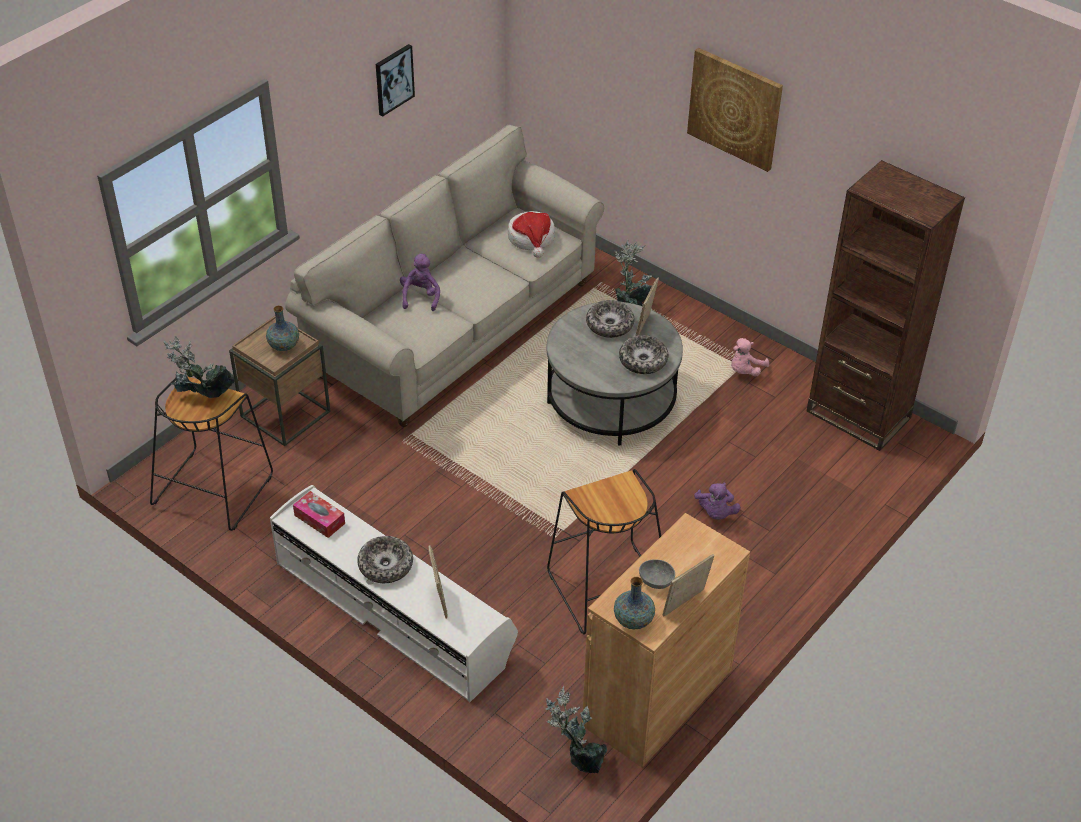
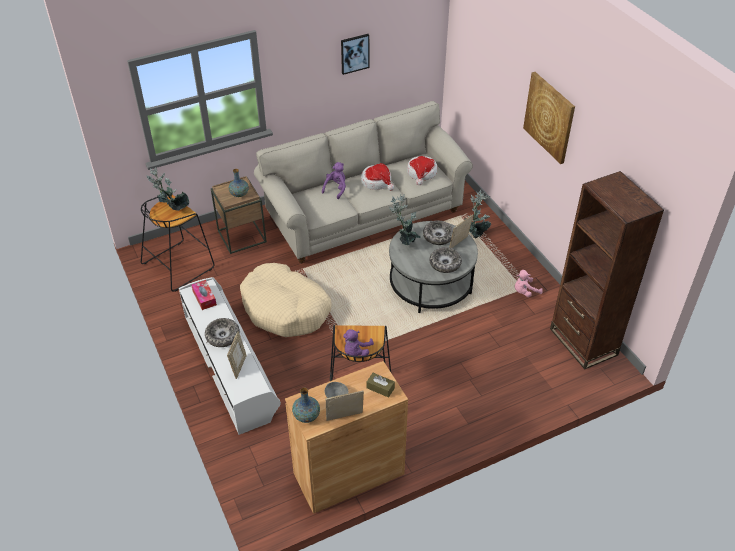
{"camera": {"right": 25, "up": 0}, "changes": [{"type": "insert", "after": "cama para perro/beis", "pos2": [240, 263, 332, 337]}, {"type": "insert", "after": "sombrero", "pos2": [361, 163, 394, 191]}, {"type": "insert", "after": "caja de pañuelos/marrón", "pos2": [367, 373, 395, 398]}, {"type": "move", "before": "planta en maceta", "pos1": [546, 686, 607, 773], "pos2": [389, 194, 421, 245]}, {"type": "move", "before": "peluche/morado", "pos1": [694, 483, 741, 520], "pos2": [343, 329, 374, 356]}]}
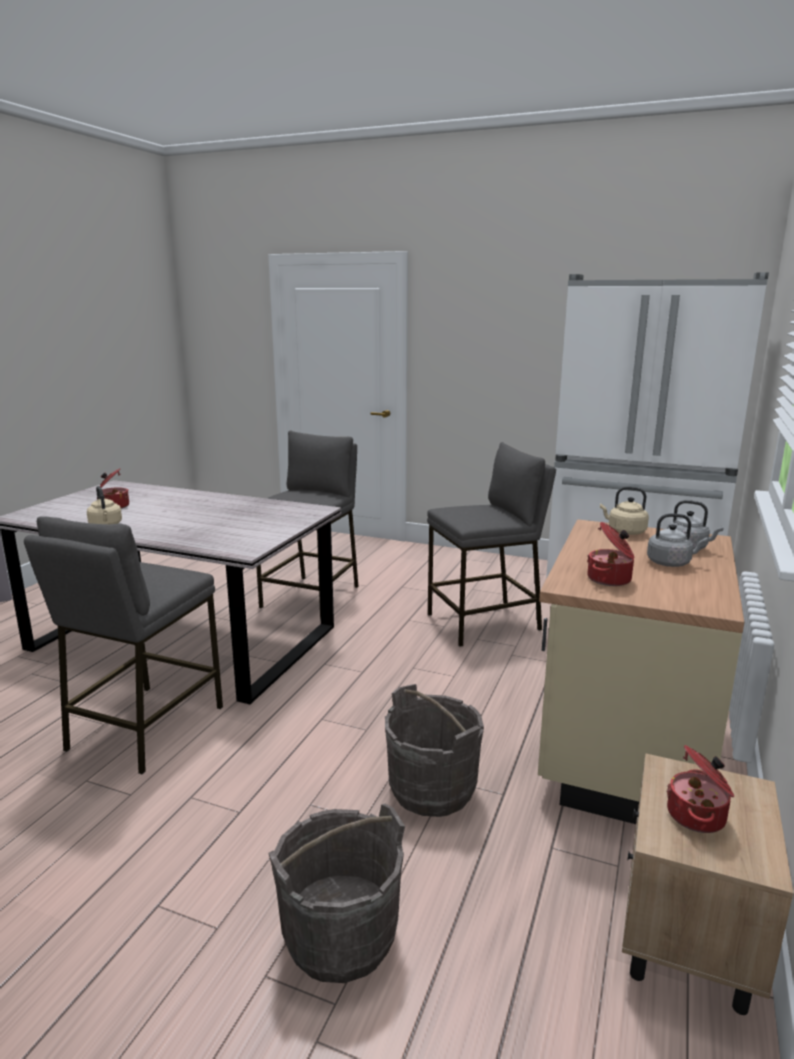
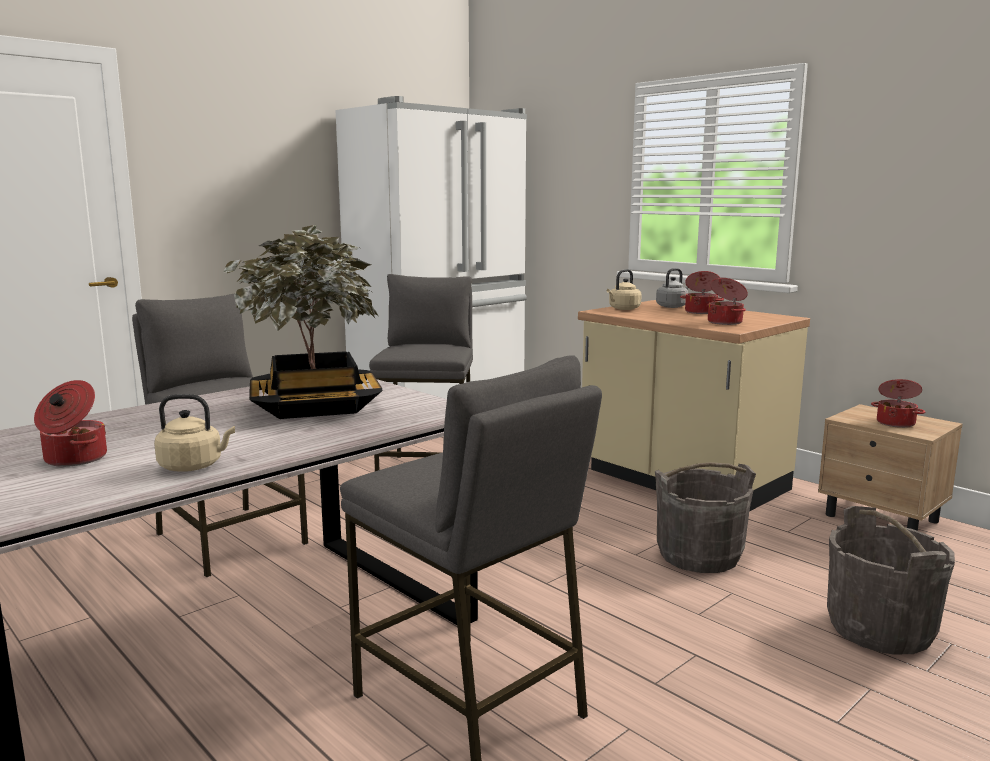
{"camera": {"right": -65, "up": -5}, "changes": [{"type": "insert", "after": "planta en maceta", "pos2": [223, 225, 382, 419]}, {"type": "replace", "before": "hervidor/gris", "after": "olla", "pos1": [647, 513, 708, 567], "pos2": [680, 271, 724, 314]}]}
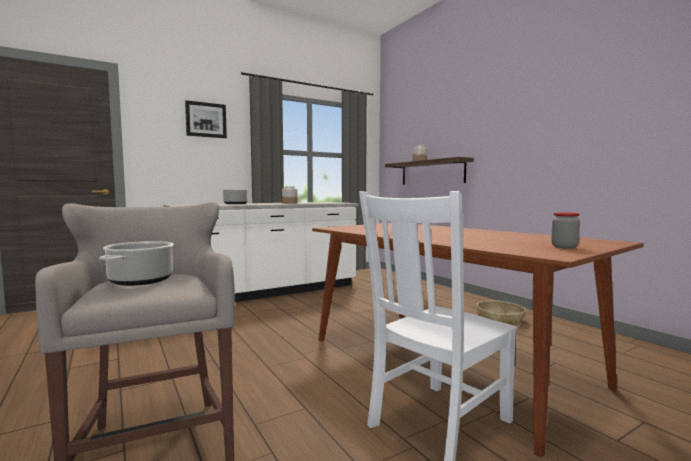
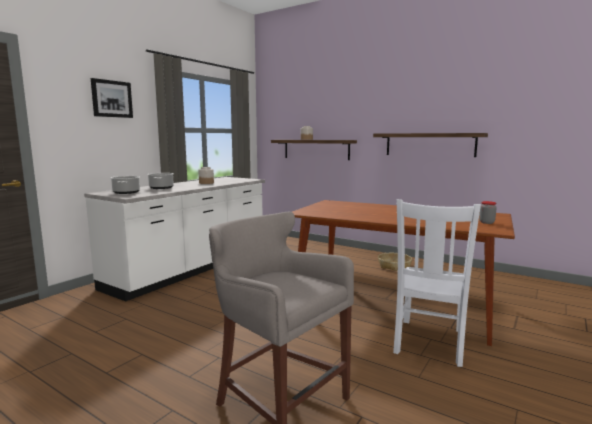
{"camera": {"right": -25, "up": 5}, "changes": [{"type": "insert", "after": "estante", "pos2": [373, 133, 488, 157]}, {"type": "move", "before": "olla", "pos1": [99, 241, 174, 286], "pos2": [111, 176, 140, 194]}]}
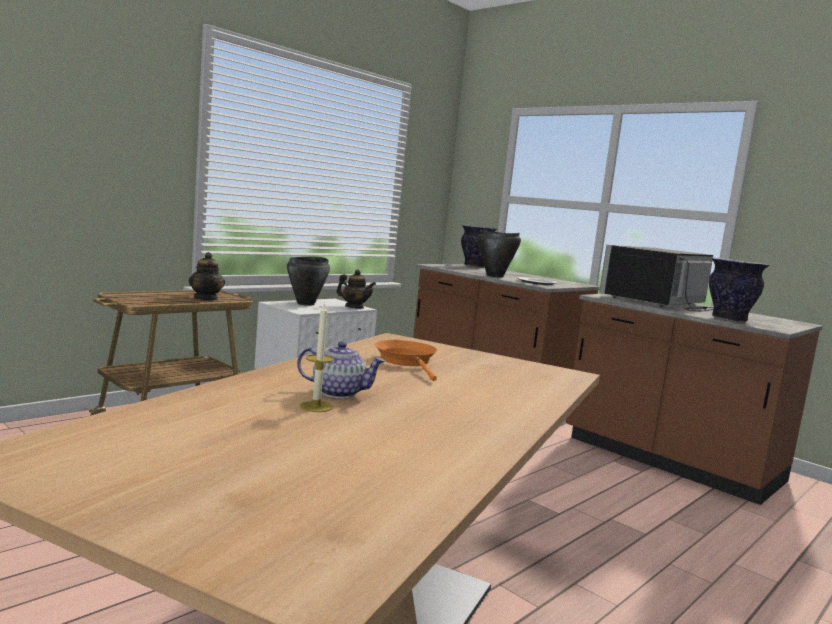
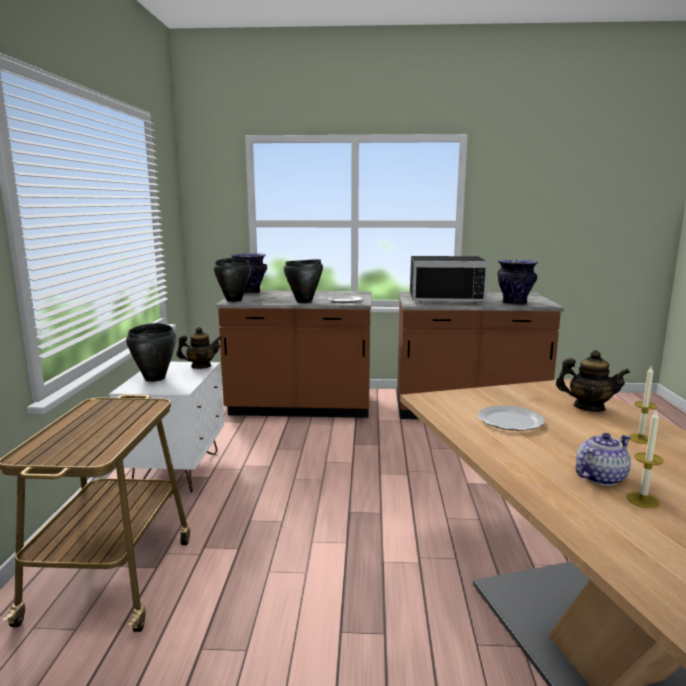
{"camera": {"right": -40, "up": 5}, "changes": [{"type": "insert", "after": "olla/negro", "pos2": [214, 258, 251, 302]}, {"type": "insert", "after": "vela", "pos2": [628, 365, 657, 444]}, {"type": "move", "before": "tetera", "pos1": [188, 252, 225, 301], "pos2": [556, 350, 630, 412]}, {"type": "replace", "before": "sartén/naranja", "after": "plato", "pos1": [375, 340, 437, 381], "pos2": [478, 405, 545, 431]}, {"type": "rotate", "before": "microondas/negro", "pos1": [599, 245, 714, 312], "pos2": [410, 256, 489, 303], "turn": -90}]}
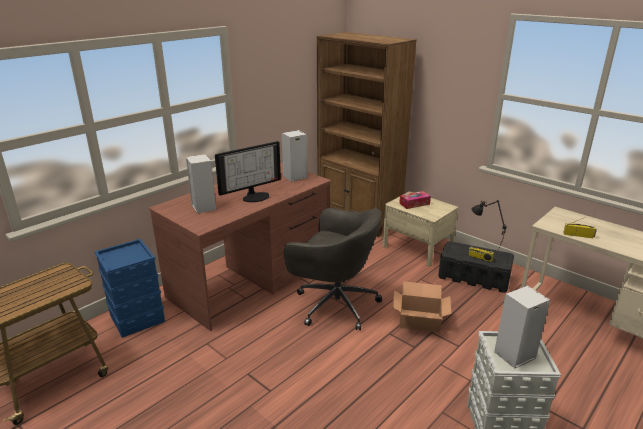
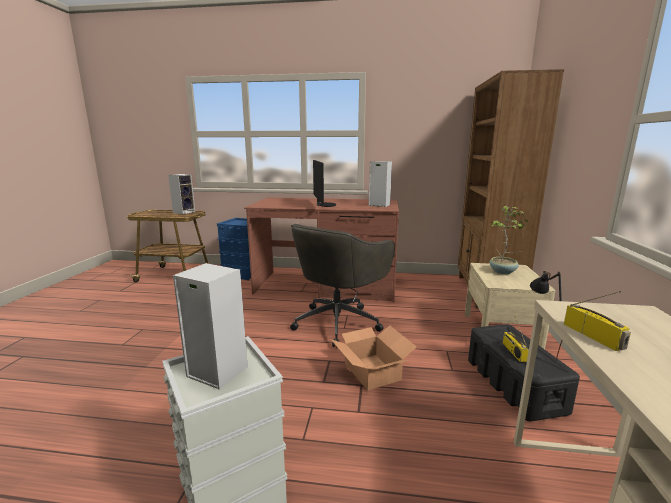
{"camera": {"right": 55, "up": -10}, "changes": [{"type": "move", "before": "altavoz", "pos1": [186, 154, 216, 213], "pos2": [168, 174, 195, 214]}, {"type": "replace", "before": "caja de pañuelos", "after": "planta en maceta", "pos1": [399, 191, 431, 209], "pos2": [489, 206, 528, 274]}, {"type": "rotate", "before": "monitor", "pos1": [215, 141, 281, 202], "pos2": [313, 160, 336, 207], "turn": -120}, {"type": "rotate", "before": "silla de oficina/gris", "pos1": [284, 208, 382, 330], "pos2": [290, 224, 395, 347], "turn": 45}]}
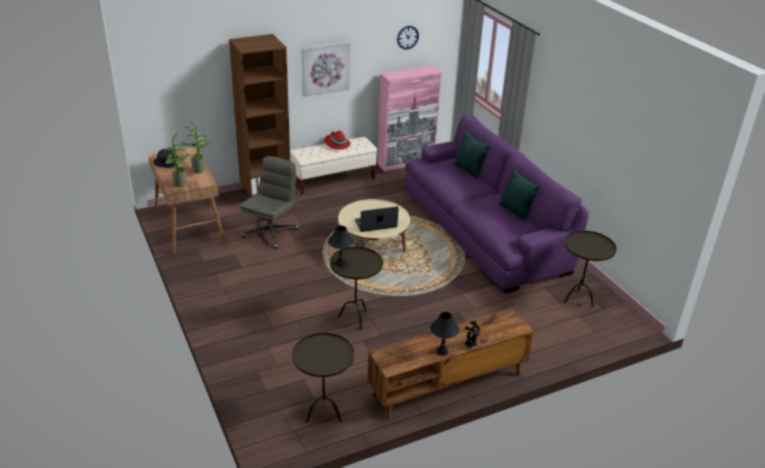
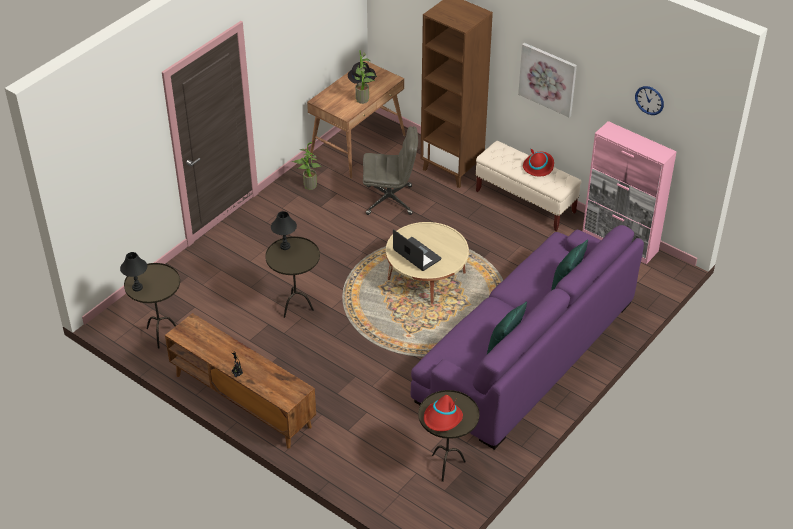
{"camera": {"right": 65, "up": 10}, "changes": [{"type": "insert", "after": "sombrero/rojo", "pos2": [424, 395, 463, 431]}, {"type": "move", "before": "planta en maceta", "pos1": [163, 133, 191, 187], "pos2": [292, 142, 322, 190]}, {"type": "move", "before": "lámpara de mesa/negro", "pos1": [430, 312, 459, 356], "pos2": [120, 252, 147, 292]}]}
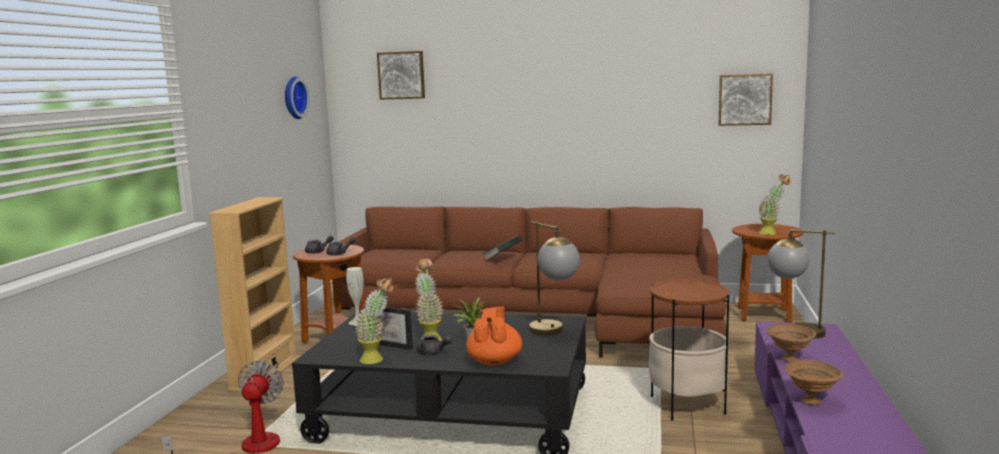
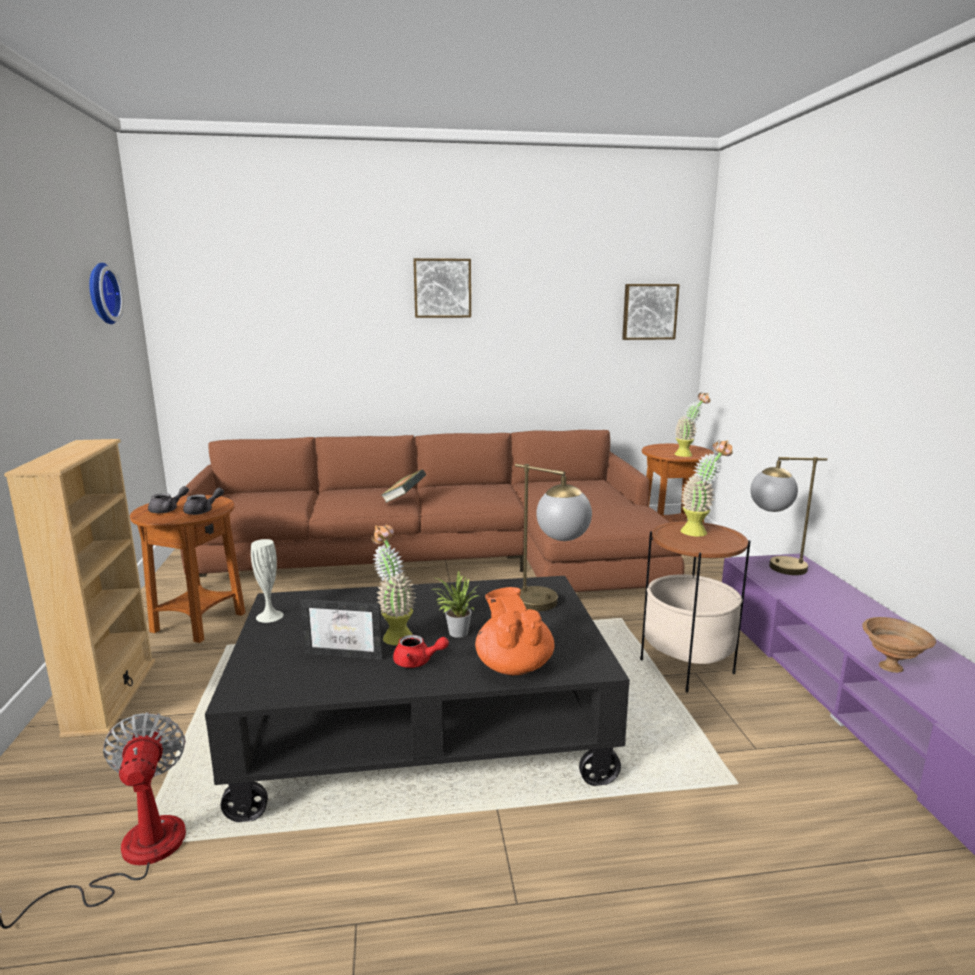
{"camera": {"right": -20, "up": 5}, "changes": [{"type": "delete", "before": "cuenco/marrón", "pos1": [766, 324, 816, 362]}, {"type": "move", "before": "planta en maceta", "pos1": [355, 278, 394, 364], "pos2": [680, 440, 732, 537]}, {"type": "move", "before": "cuadro", "pos1": [377, 51, 425, 100], "pos2": [413, 258, 471, 318]}, {"type": "recolor", "before": "tetera/gris", "after": "tetera/rojo", "pos1": [417, 335, 452, 355], "pos2": [393, 635, 449, 668]}]}
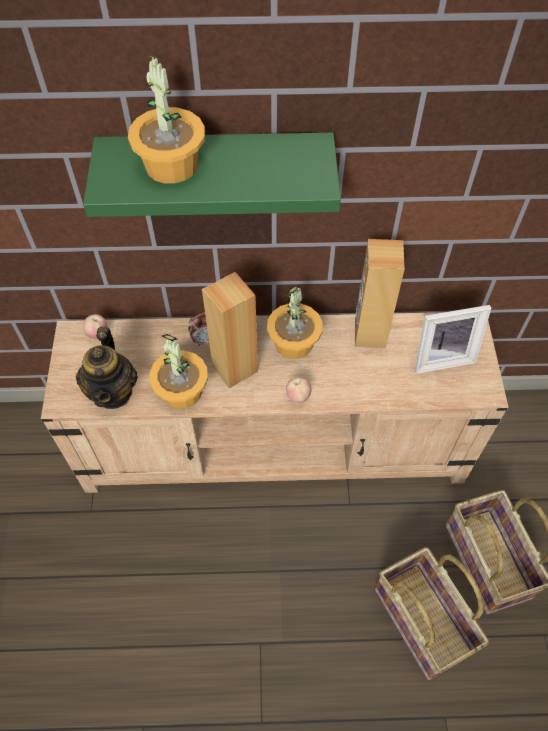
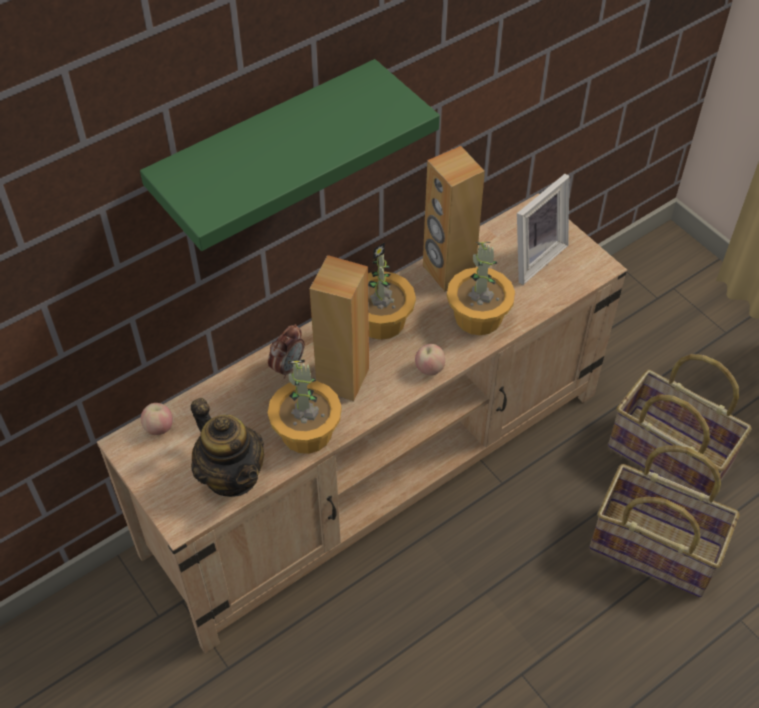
{"camera": {"right": -35, "up": -5}, "changes": [{"type": "move", "before": "planta en maceta", "pos1": [128, 56, 205, 184], "pos2": [447, 242, 515, 335]}]}
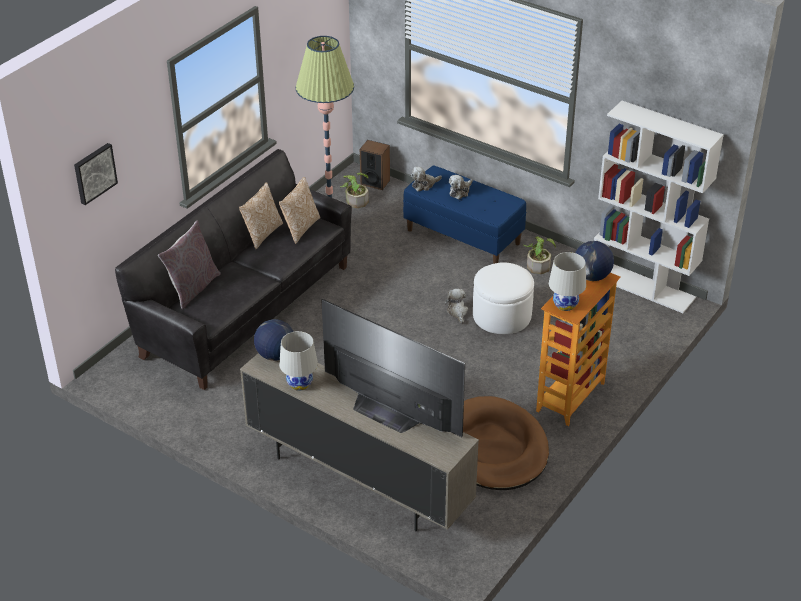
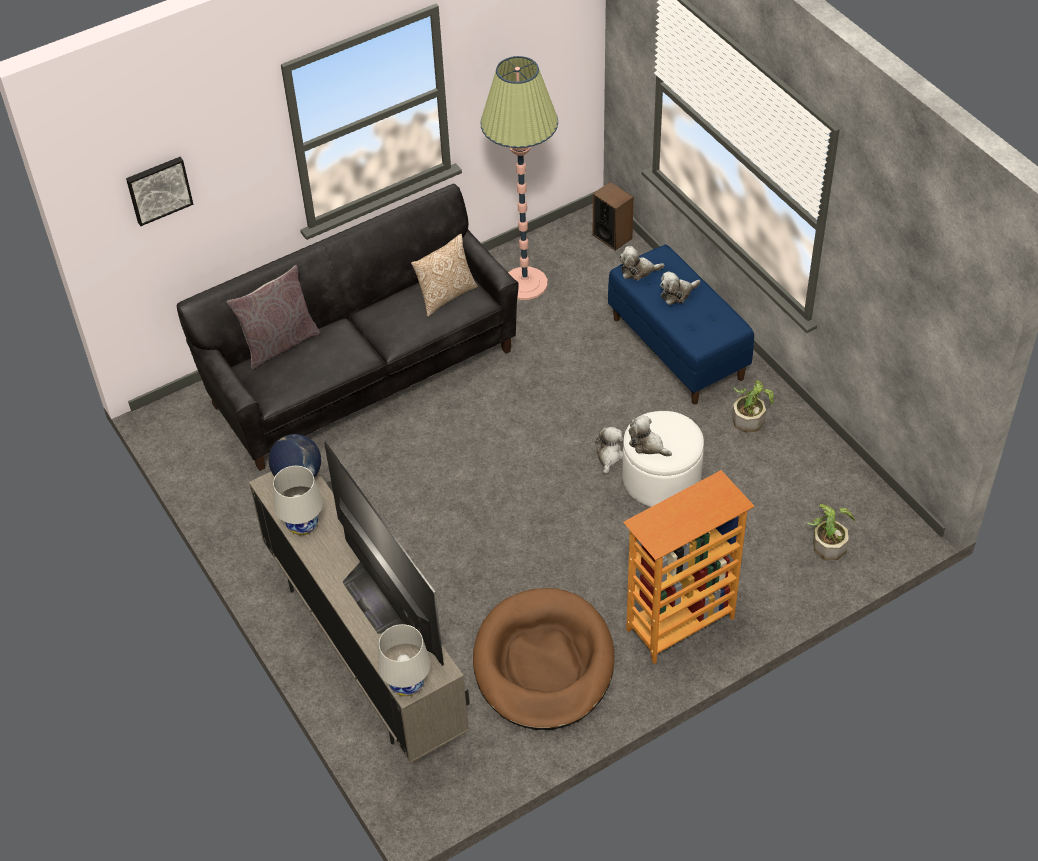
{"camera": {"right": 25, "up": 10}, "changes": [{"type": "delete", "before": "cojín", "pos1": [239, 182, 283, 249]}, {"type": "delete", "before": "globo terráqueo", "pos1": [575, 241, 614, 281]}, {"type": "delete", "before": "estantería/blanco", "pos1": [594, 101, 724, 313]}, {"type": "insert", "after": "peluche", "pos2": [629, 415, 672, 456]}, {"type": "move", "before": "planta en maceta", "pos1": [340, 173, 369, 208], "pos2": [807, 504, 855, 560]}, {"type": "move", "before": "lámpara de mesa/blanco", "pos1": [549, 252, 586, 311], "pos2": [378, 624, 430, 696]}]}
